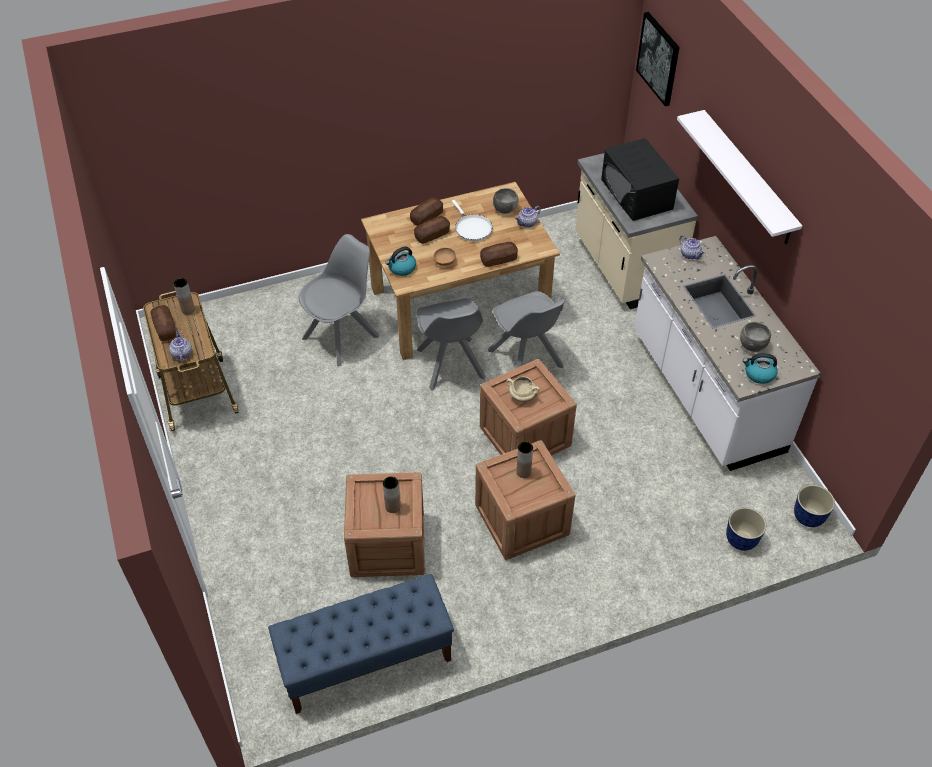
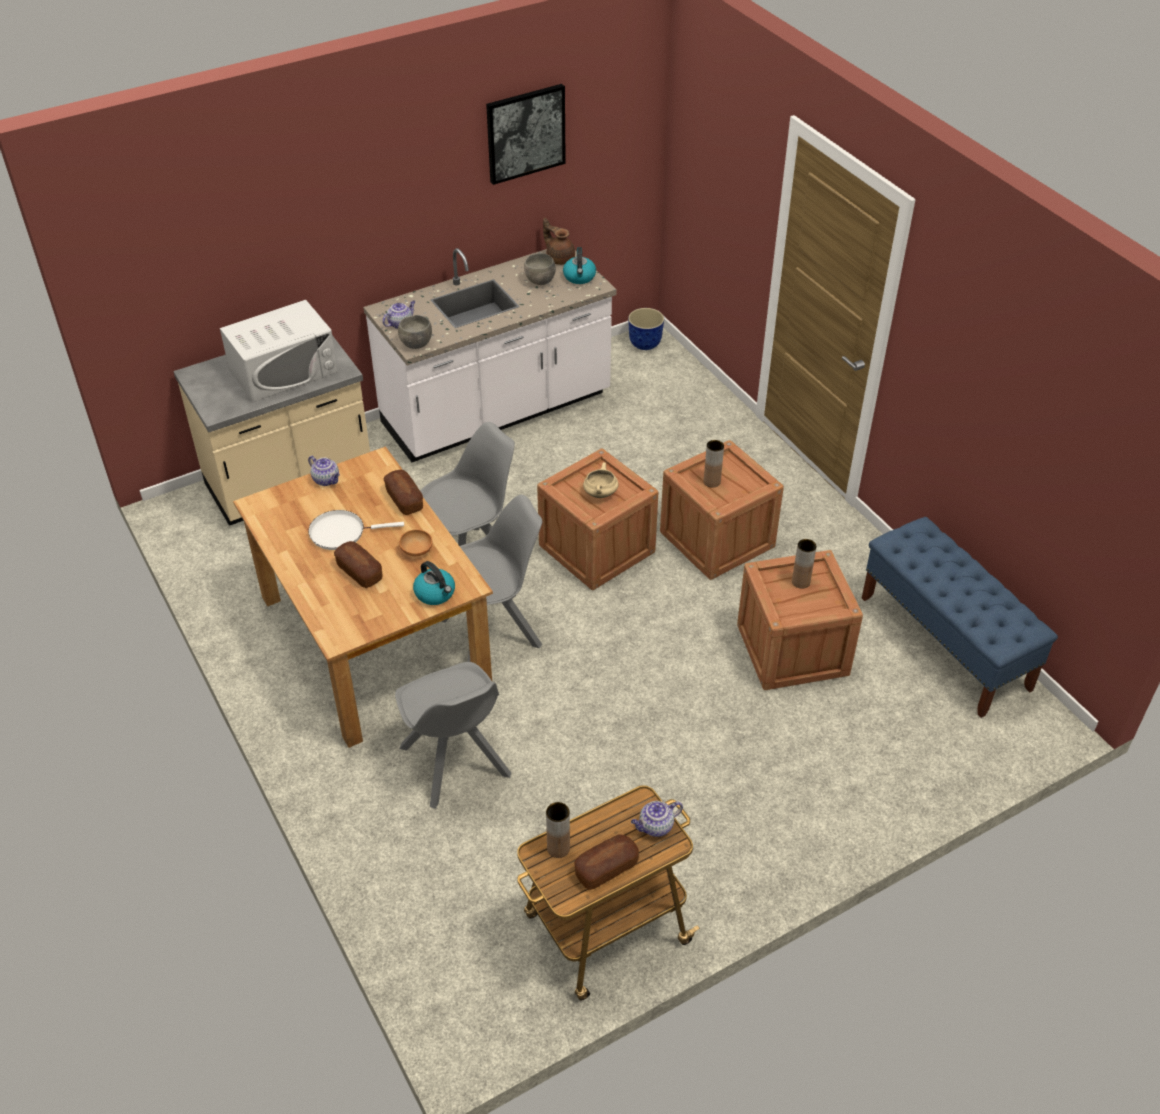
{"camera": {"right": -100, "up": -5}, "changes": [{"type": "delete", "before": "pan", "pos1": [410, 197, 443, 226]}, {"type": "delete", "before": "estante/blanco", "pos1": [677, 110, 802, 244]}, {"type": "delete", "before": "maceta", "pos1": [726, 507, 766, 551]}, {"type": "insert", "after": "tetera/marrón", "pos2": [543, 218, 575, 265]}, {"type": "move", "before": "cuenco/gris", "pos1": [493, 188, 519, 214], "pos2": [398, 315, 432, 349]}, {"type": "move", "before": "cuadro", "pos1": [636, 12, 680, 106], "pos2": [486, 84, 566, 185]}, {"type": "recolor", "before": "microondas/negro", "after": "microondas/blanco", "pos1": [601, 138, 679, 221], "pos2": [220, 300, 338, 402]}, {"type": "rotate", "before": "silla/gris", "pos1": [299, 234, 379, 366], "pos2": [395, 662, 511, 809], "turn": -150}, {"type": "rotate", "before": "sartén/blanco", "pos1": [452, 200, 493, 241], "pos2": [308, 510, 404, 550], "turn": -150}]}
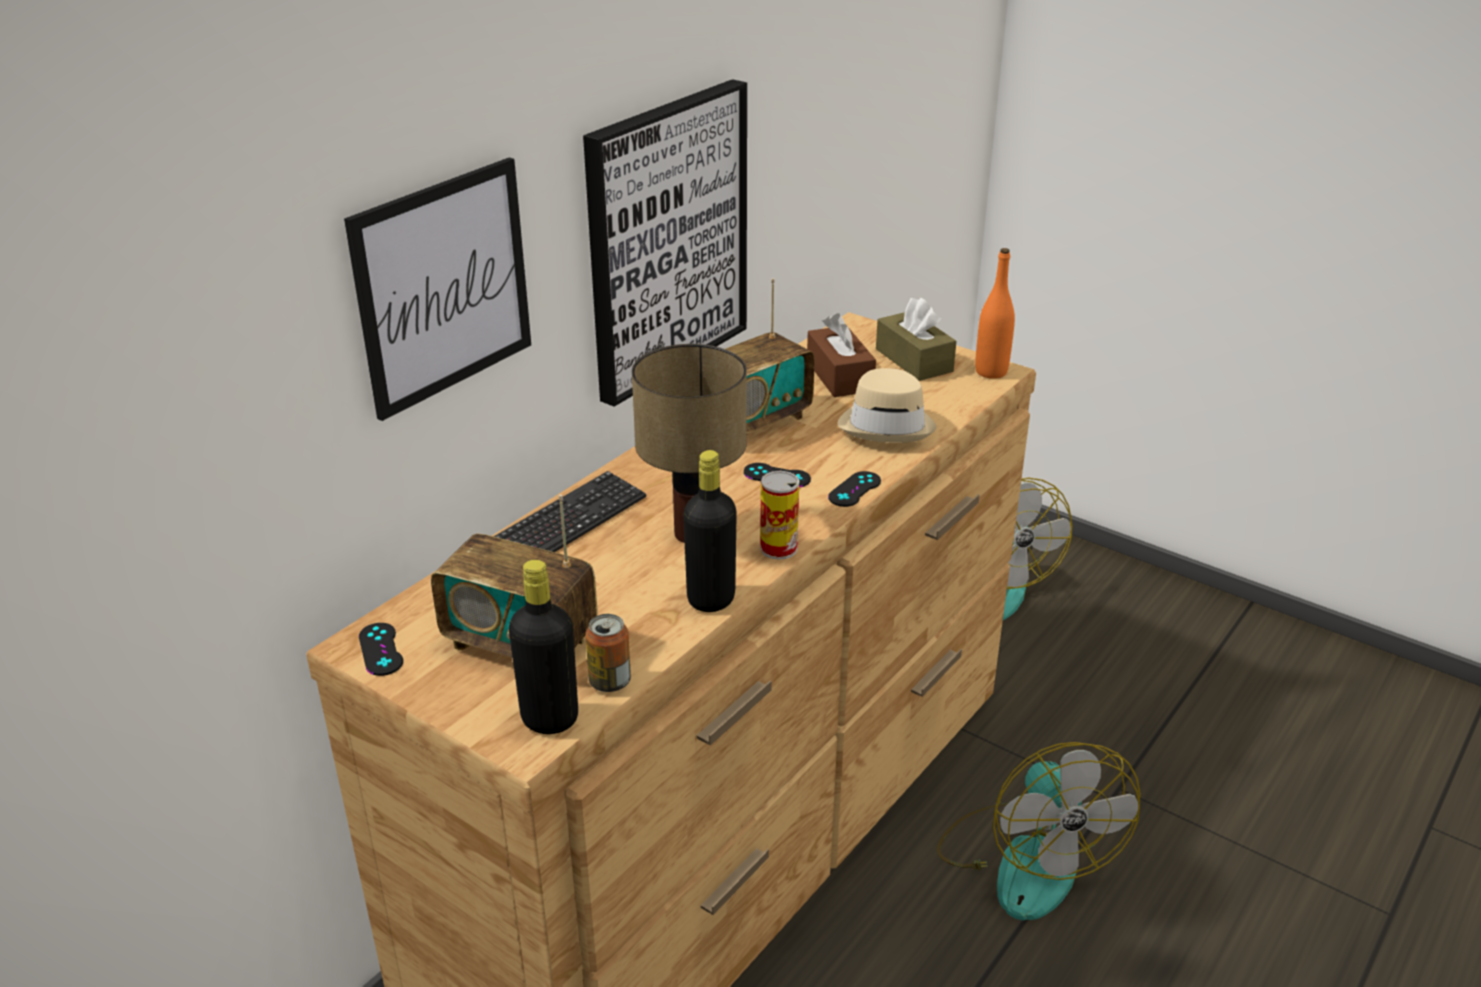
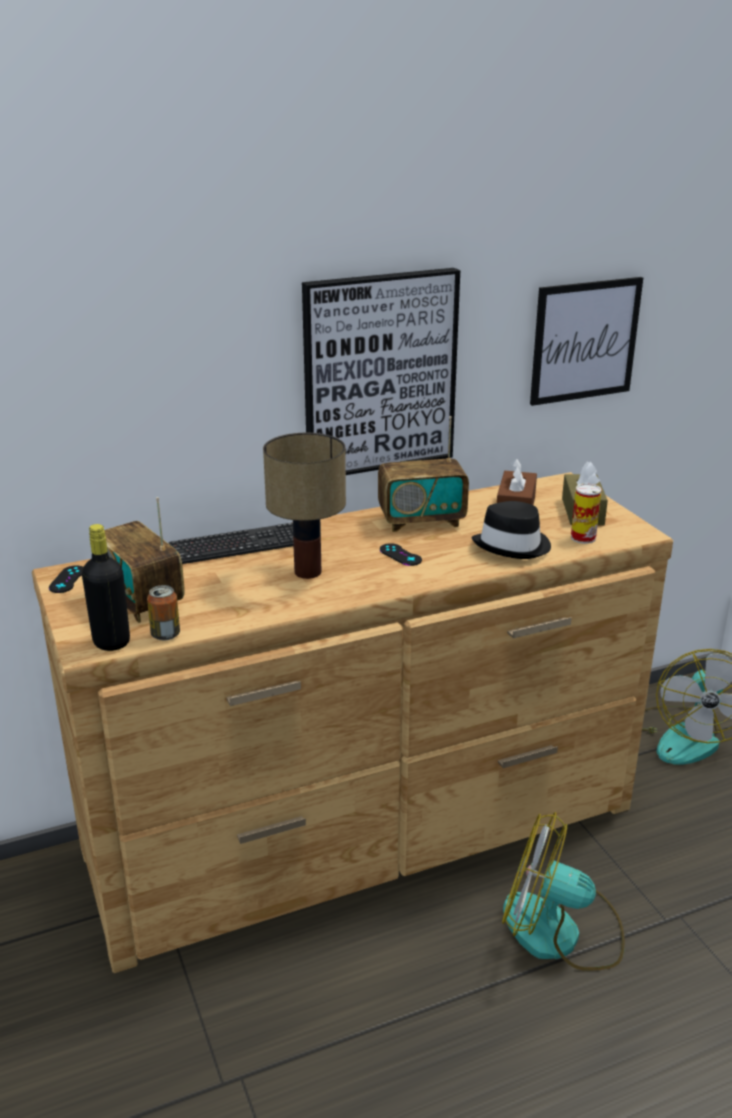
{"camera": {"right": 30, "up": -5}, "changes": [{"type": "delete", "before": "botella/negro", "pos1": [683, 450, 737, 612]}, {"type": "delete", "before": "mando de consola/negro", "pos1": [828, 471, 881, 507]}, {"type": "delete", "before": "botella/naranja", "pos1": [975, 248, 1015, 379]}, {"type": "move", "before": "cuadro", "pos1": [344, 158, 531, 421], "pos2": [530, 277, 643, 406]}, {"type": "move", "before": "lata", "pos1": [760, 471, 799, 560], "pos2": [571, 484, 602, 544]}, {"type": "recolor", "before": "sombrero/beis", "after": "sombrero/negro", "pos1": [837, 368, 936, 443], "pos2": [471, 501, 551, 559]}, {"type": "rotate", "before": "ventilador", "pos1": [937, 742, 1141, 920], "pos2": [502, 812, 625, 971], "turn": 90}]}
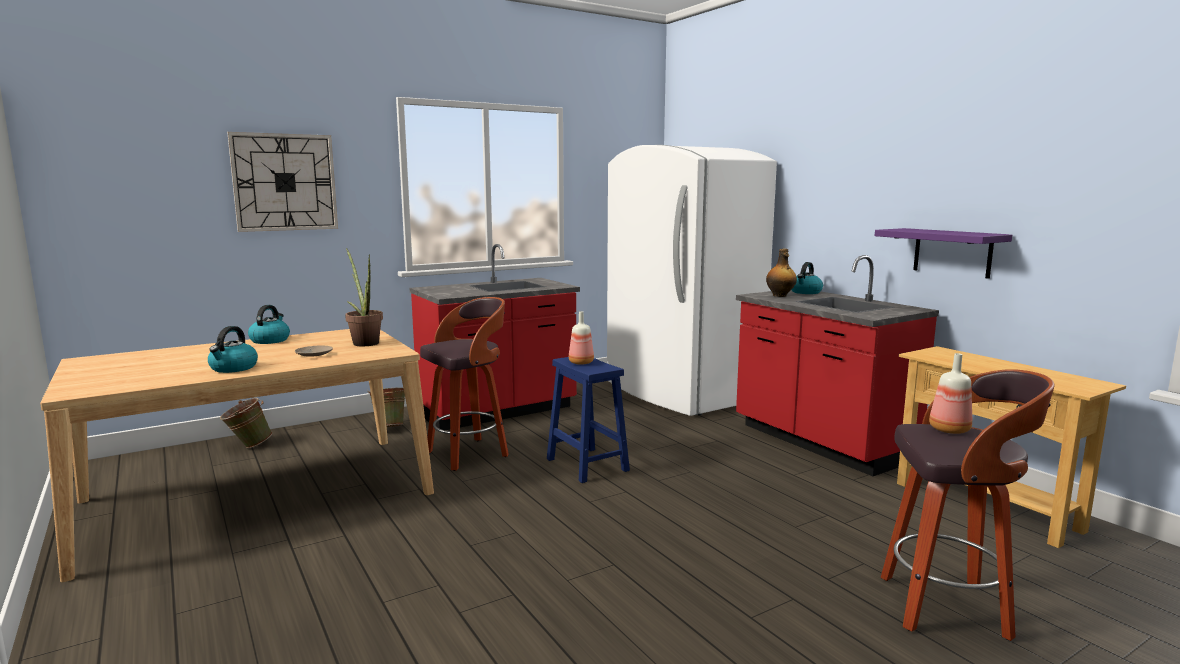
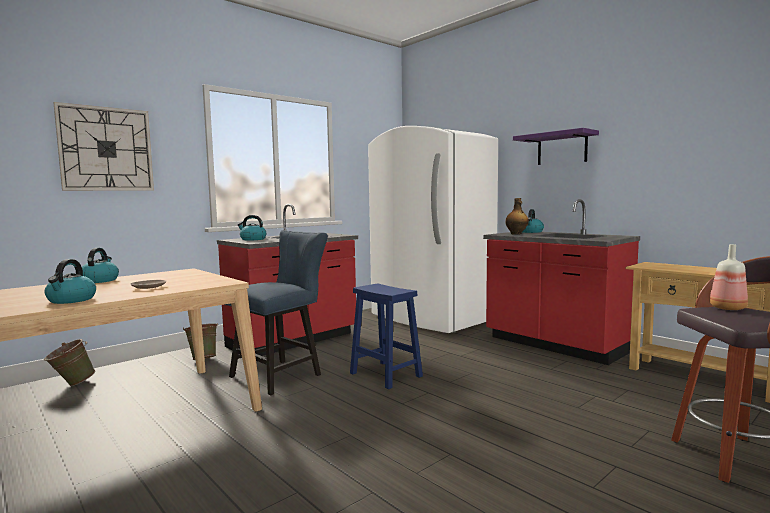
{"camera": {"right": -10, "up": -5}, "changes": [{"type": "delete", "before": "planta en maceta", "pos1": [345, 248, 383, 346]}, {"type": "delete", "before": "botella", "pos1": [569, 311, 594, 365]}, {"type": "insert", "after": "hervidor", "pos2": [237, 215, 266, 240]}, {"type": "move", "before": "estante/morado", "pos1": [875, 228, 1012, 279], "pos2": [513, 128, 599, 165]}, {"type": "replace", "before": "taburete", "after": "silla/azul", "pos1": [420, 297, 509, 471], "pos2": [225, 230, 328, 396]}]}
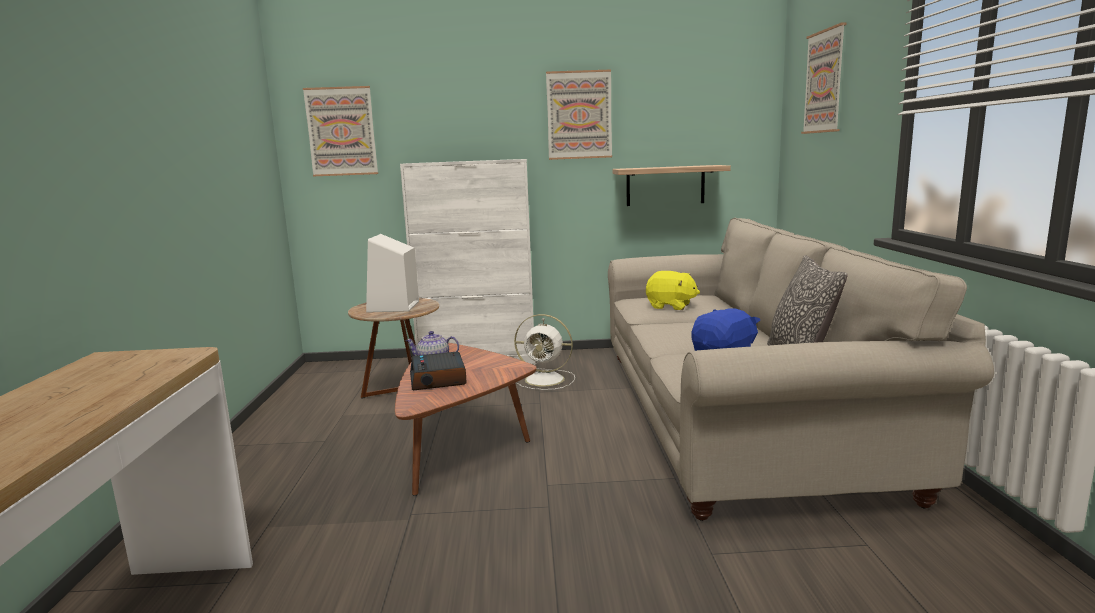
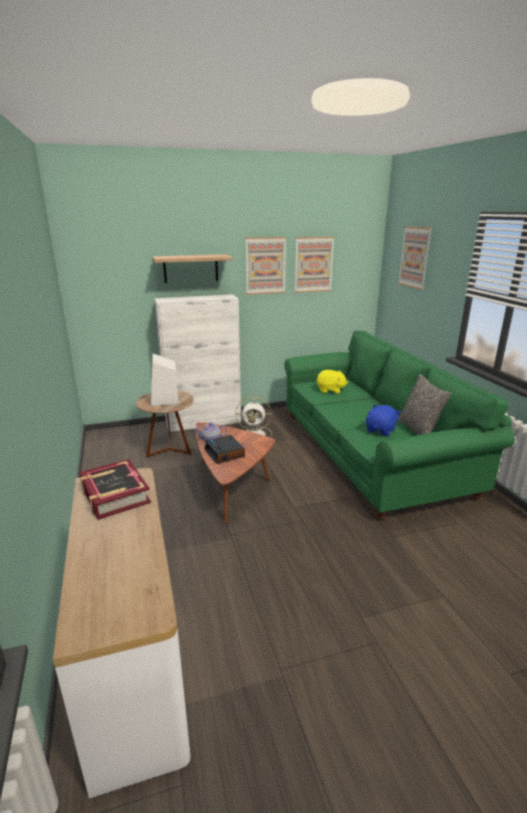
{"camera": {"right": -15, "up": 10}, "changes": [{"type": "insert", "after": "libro", "pos2": [79, 459, 151, 520]}, {"type": "move", "before": "cuadro", "pos1": [303, 86, 378, 176], "pos2": [294, 237, 334, 293]}, {"type": "move", "before": "estante", "pos1": [613, 165, 731, 206], "pos2": [153, 254, 232, 283]}, {"type": "recolor", "before": "sofá/beis", "after": "sofá/verde", "pos1": [608, 218, 994, 521], "pos2": [284, 331, 515, 519]}]}
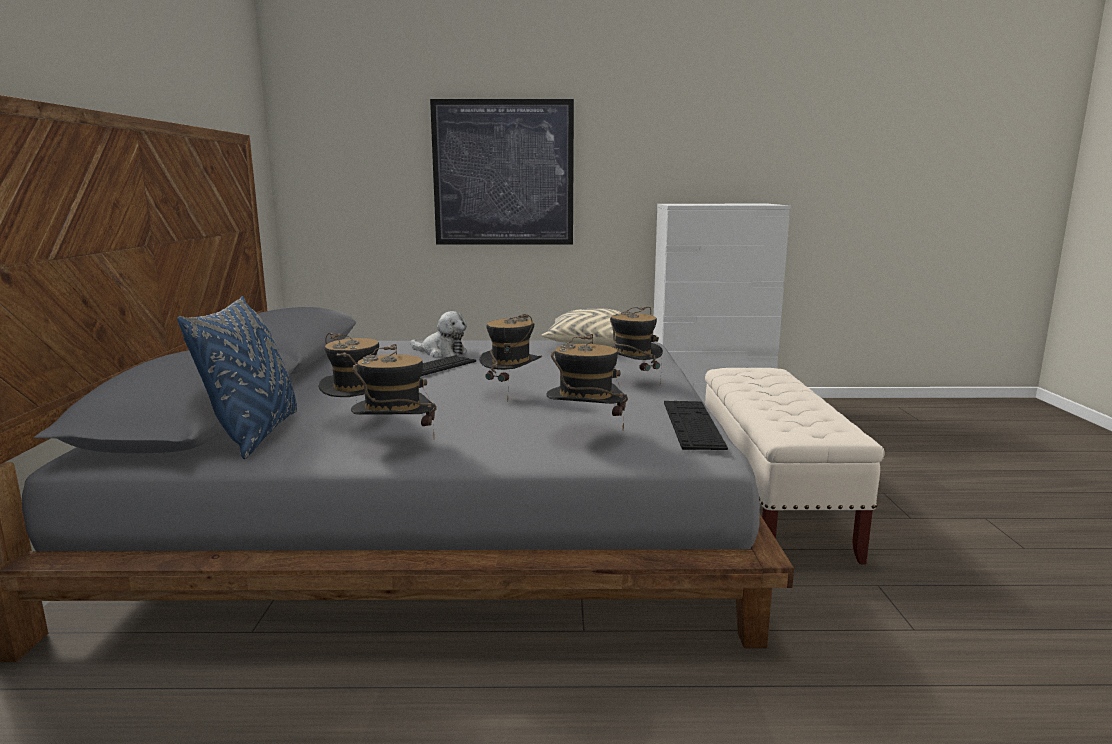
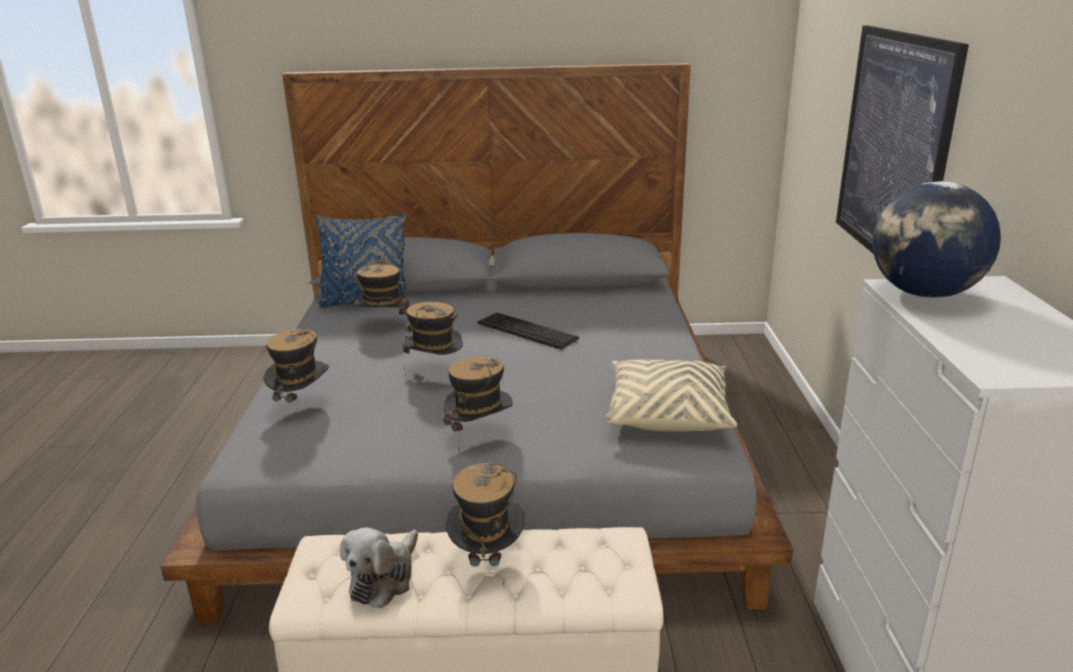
{"camera": {"right": 90, "up": 10}, "changes": [{"type": "delete", "before": "teclado", "pos1": [664, 401, 728, 450]}, {"type": "insert", "after": "globo terráqueo", "pos2": [872, 181, 1001, 298]}, {"type": "move", "before": "sombrero", "pos1": [351, 344, 437, 438], "pos2": [446, 463, 525, 586]}, {"type": "move", "before": "peluche", "pos1": [410, 311, 467, 357], "pos2": [340, 527, 418, 608]}]}
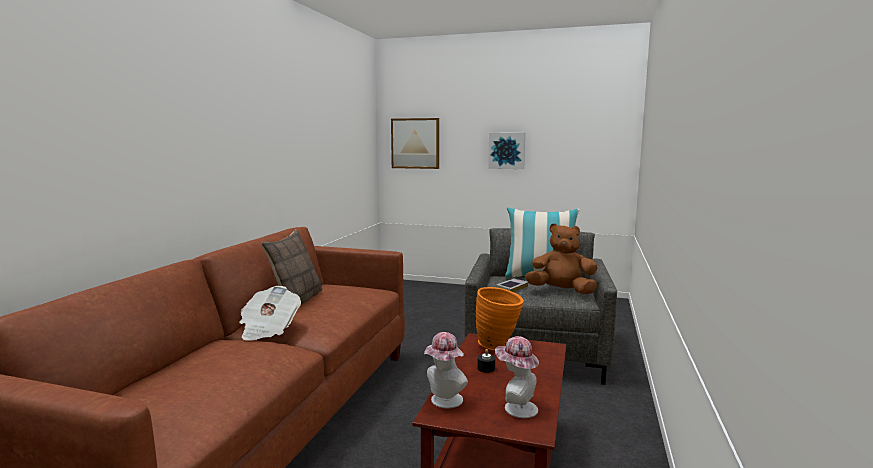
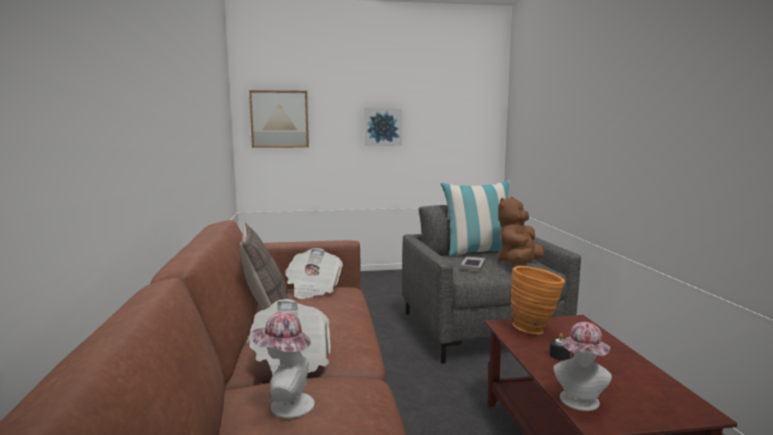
{"camera": {"right": -25, "up": 0}, "changes": [{"type": "insert", "after": "periódico", "pos2": [285, 248, 343, 299]}, {"type": "move", "before": "sombrero", "pos1": [495, 336, 539, 418], "pos2": [251, 311, 315, 418]}, {"type": "rotate", "before": "peluche/marrón", "pos1": [525, 223, 597, 294], "pos2": [498, 197, 544, 264], "turn": -45}]}
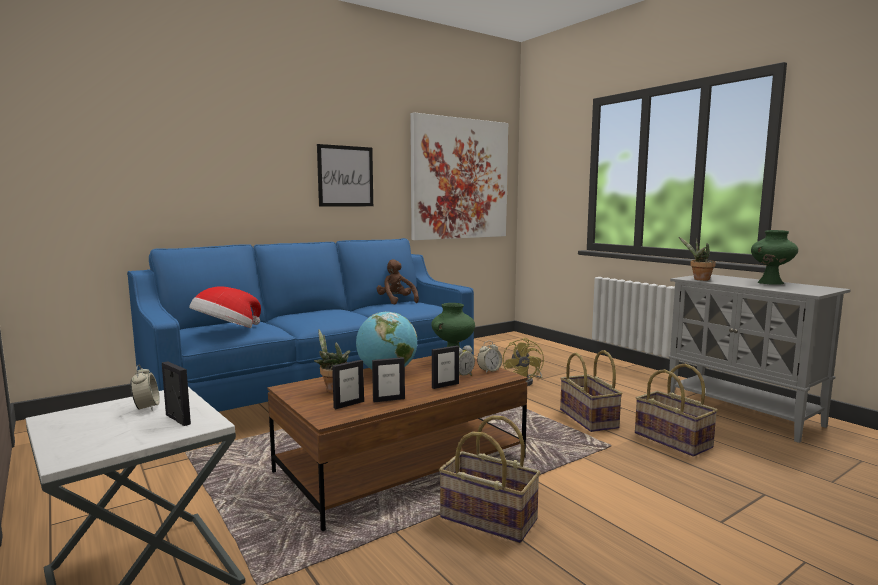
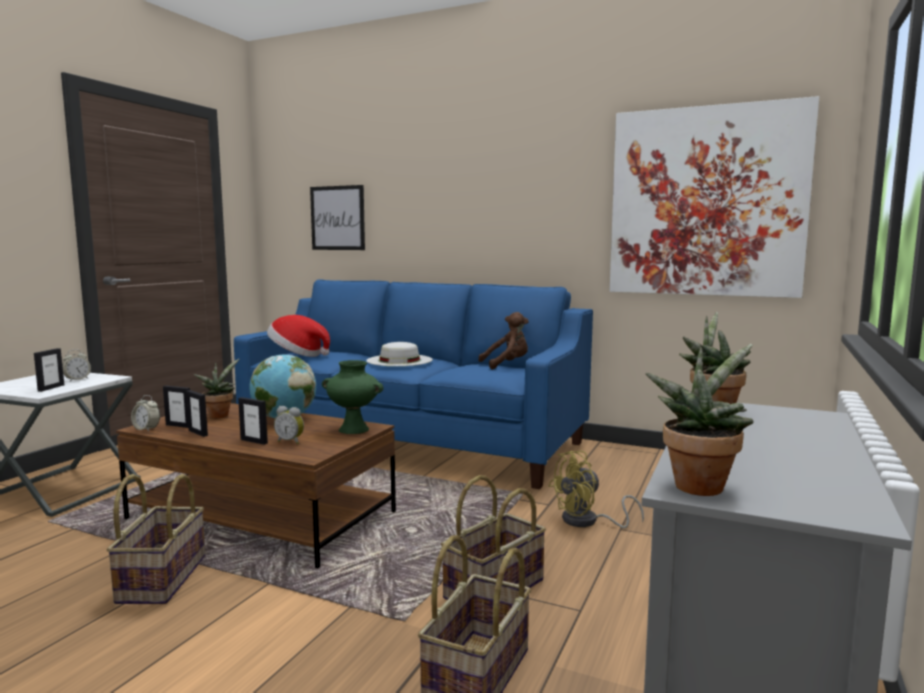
{"camera": {"right": 60, "up": 0}, "changes": [{"type": "delete", "before": "florero/verde", "pos1": [751, 230, 798, 285]}, {"type": "insert", "after": "sombrero/blanco", "pos2": [366, 342, 433, 366]}, {"type": "insert", "after": "planta en maceta", "pos2": [645, 344, 754, 496]}, {"type": "move", "before": "cuadro", "pos1": [317, 144, 373, 206], "pos2": [310, 185, 365, 250]}, {"type": "move", "before": "despertador", "pos1": [477, 341, 502, 373], "pos2": [131, 395, 160, 431]}, {"type": "rotate", "before": "peluche/marrón", "pos1": [377, 259, 419, 305], "pos2": [478, 312, 529, 369], "turn": 45}]}
